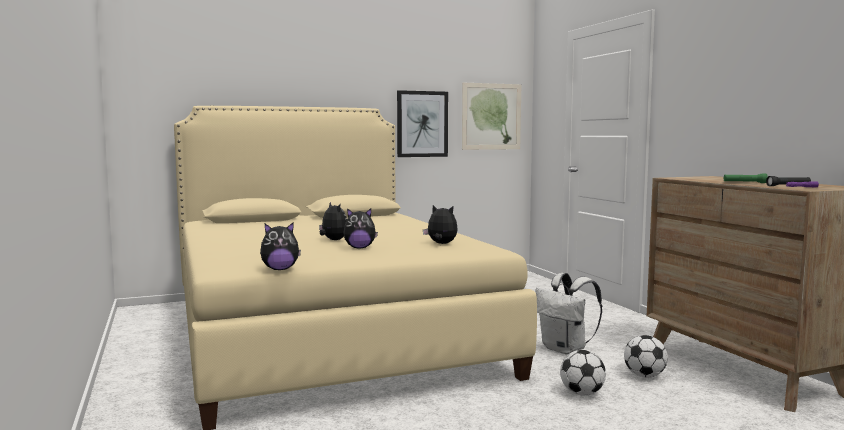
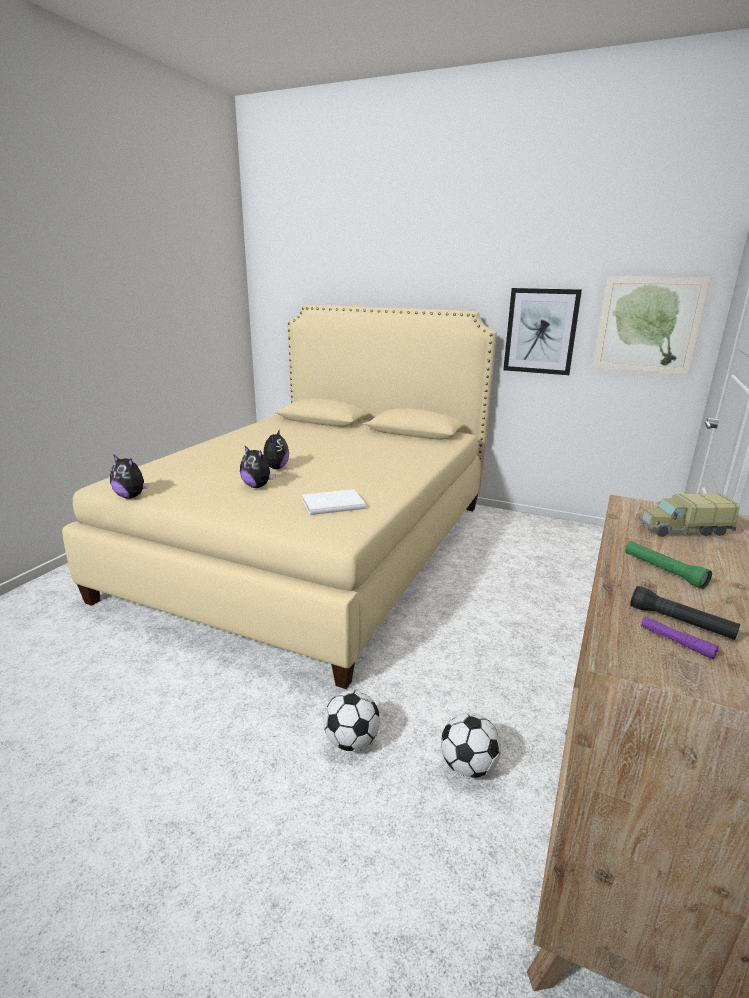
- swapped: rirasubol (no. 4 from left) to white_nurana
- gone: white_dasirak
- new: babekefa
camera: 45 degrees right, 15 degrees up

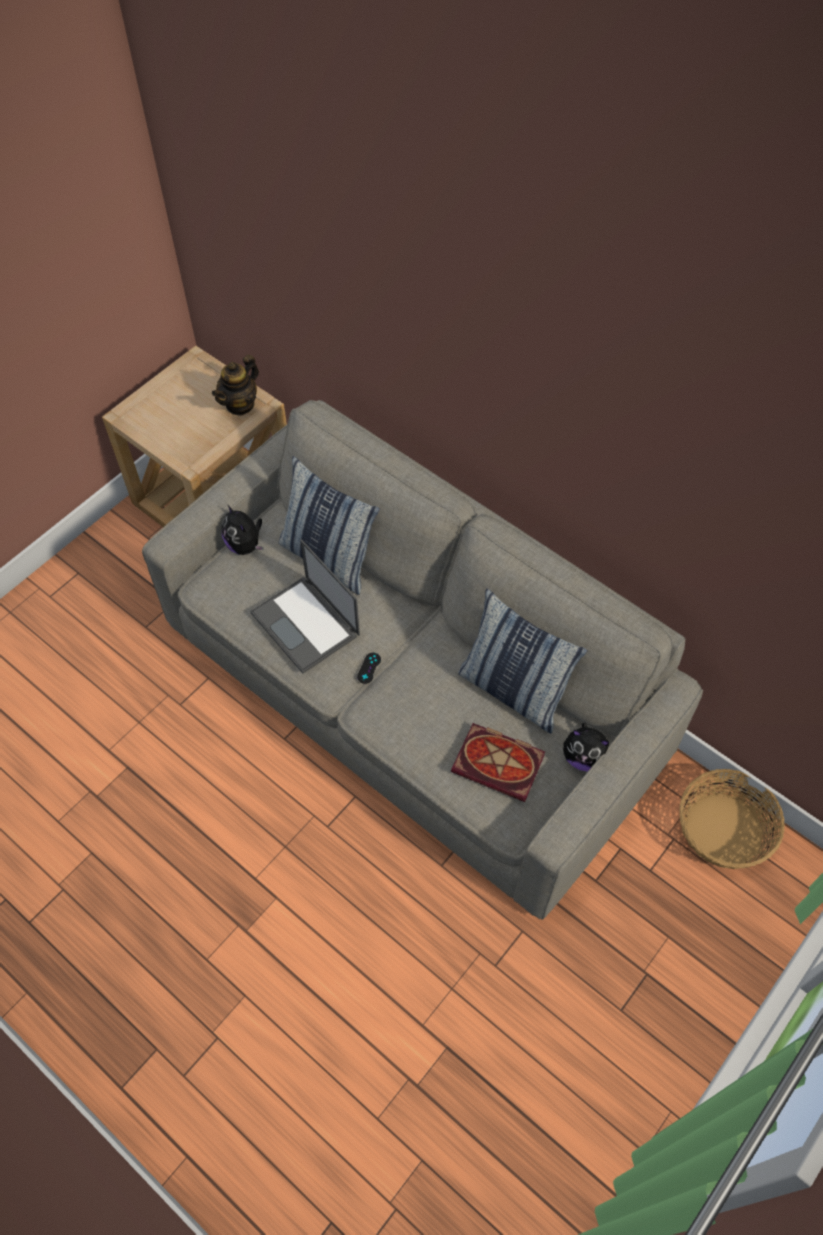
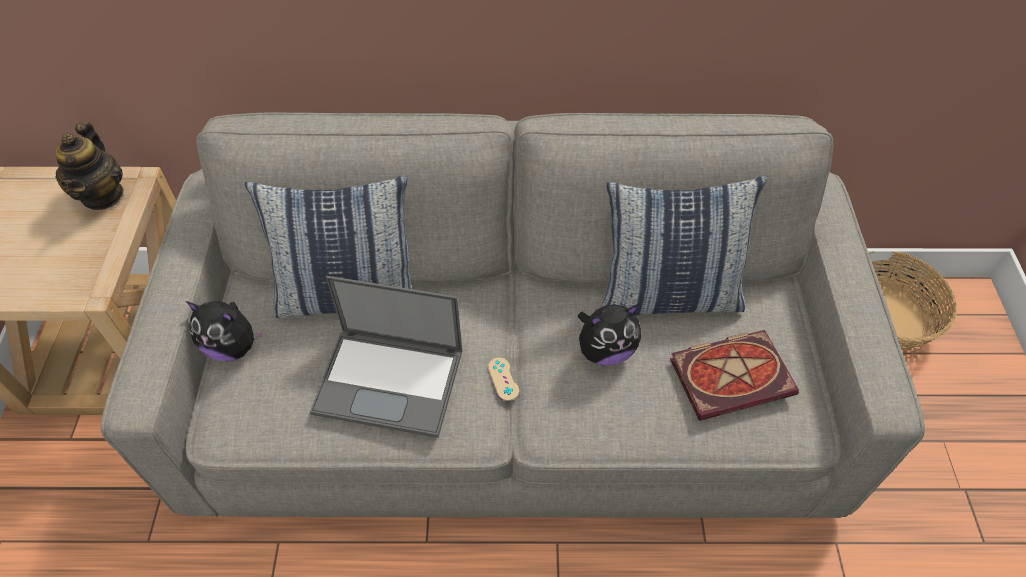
- repainted: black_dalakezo to beige_dalakezo
- shifted: rirasubol (no. 2 from left)
camera: 40 degrees left, 5 degrees down

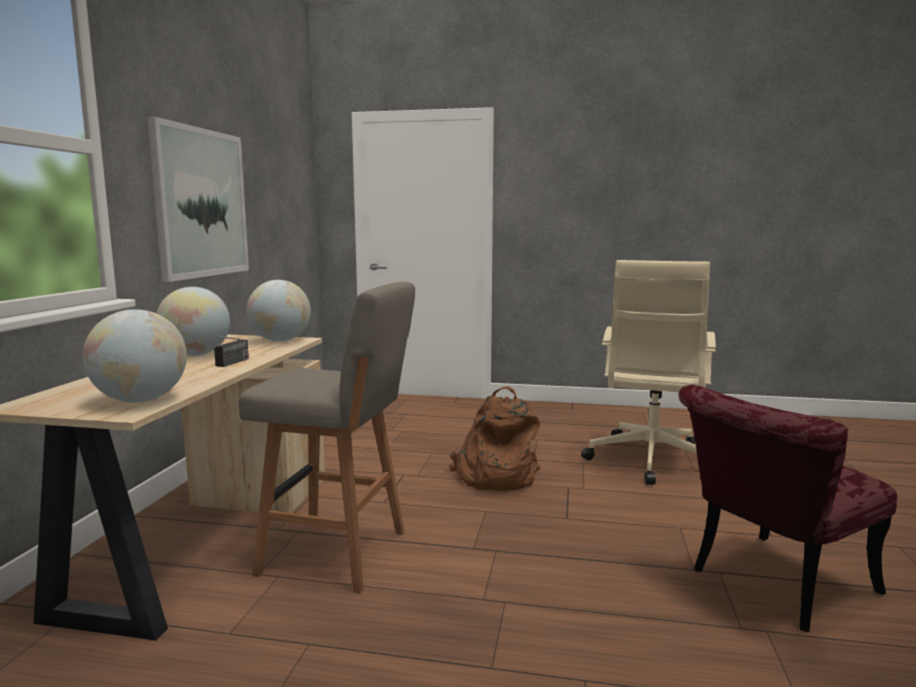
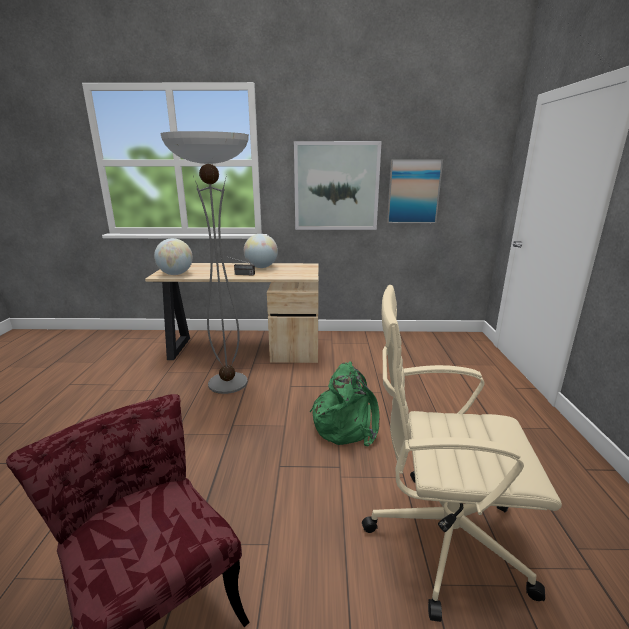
- gone: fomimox (no. 3 from left)
- swapped: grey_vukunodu to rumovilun
- repainted: brown_dasirak to green_dasirak
- new: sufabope (no. 2 from left)
camera: 80 degrees right, 10 degrees up

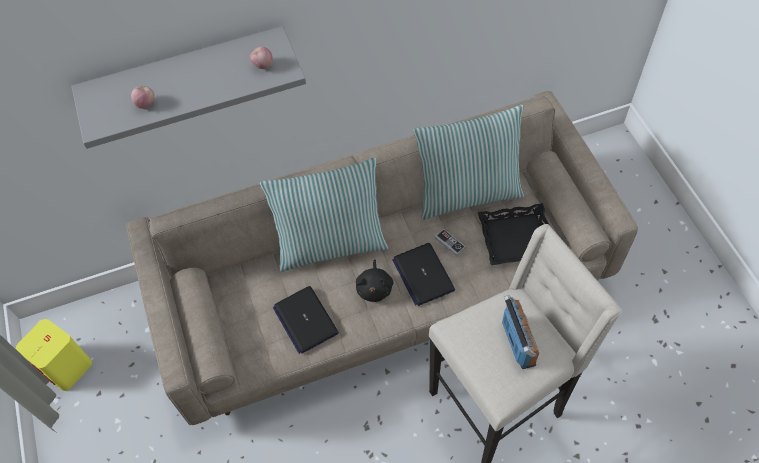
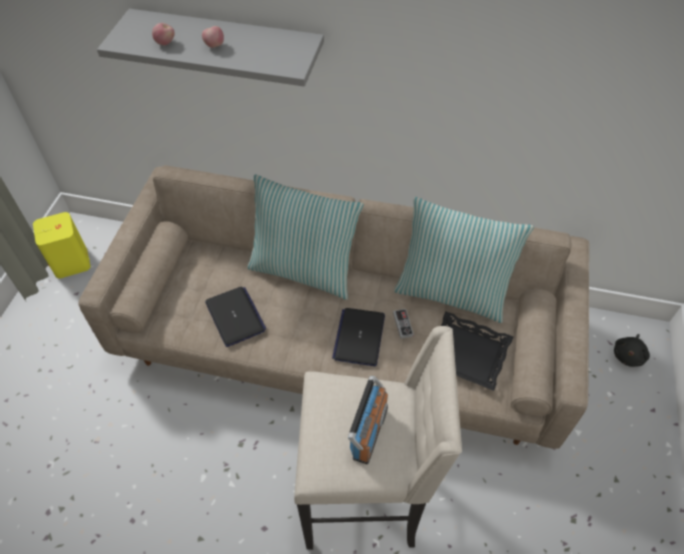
- shifted: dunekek (no. 2 from left)
- shifted: black_rirasubol
- rotated: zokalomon (no. 1 from left) 150 degrees clockwise
camera: 30 degrees right, 5 degrees down

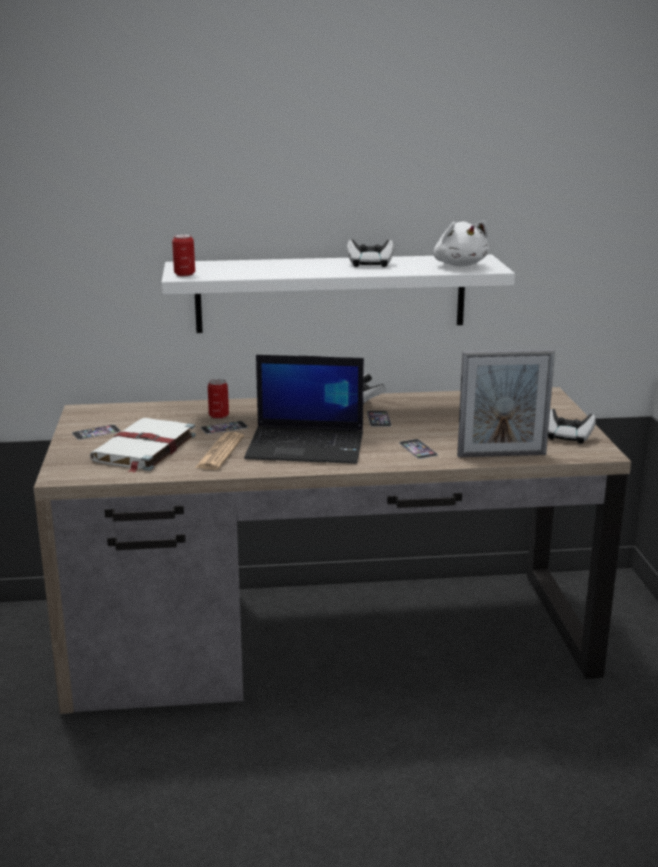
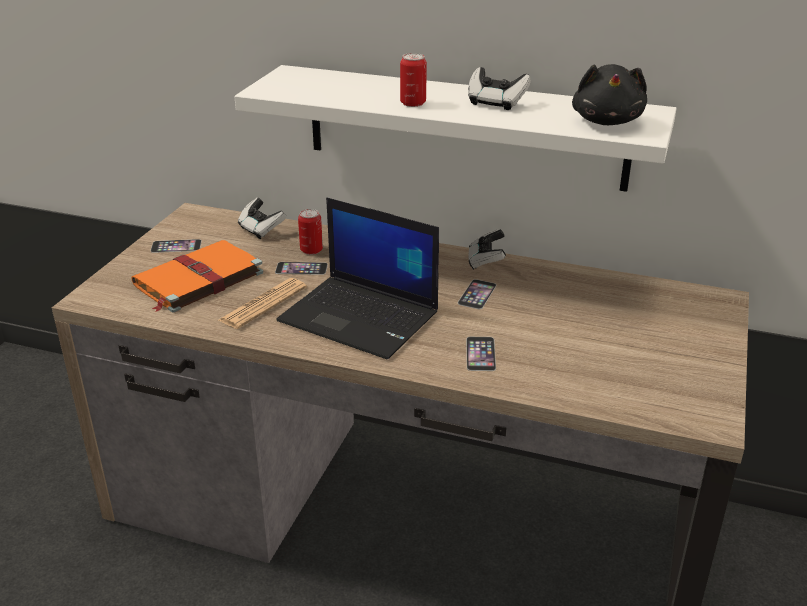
- repainted: white_rirasubol to black_rirasubol
- shifted: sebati (no. 1 from left in the first image) to sebati (no. 2 from left)
- gone: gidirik
- shifted: dalakezo (no. 3 from left in the first image) to dalakezo (no. 1 from left)
- repainted: white_nurana to orange_nurana
camera: 25 degrees right, 10 degrees up

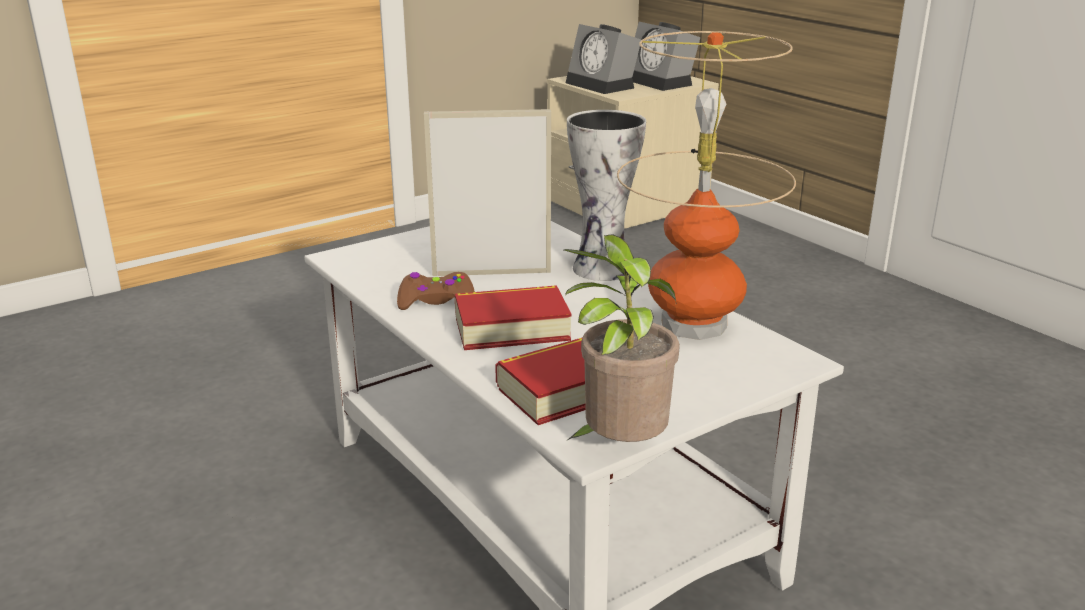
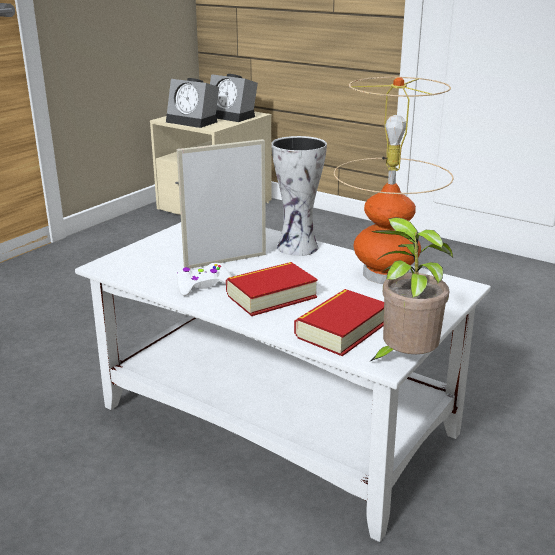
- repainted: brown_dalakezo to white_dalakezo
camera: 20 degrees left, 0 degrees up

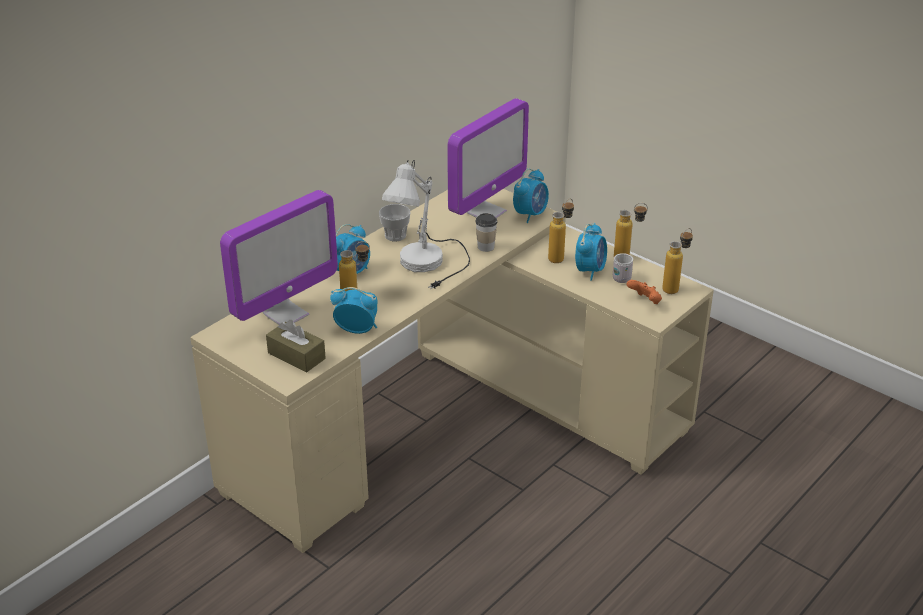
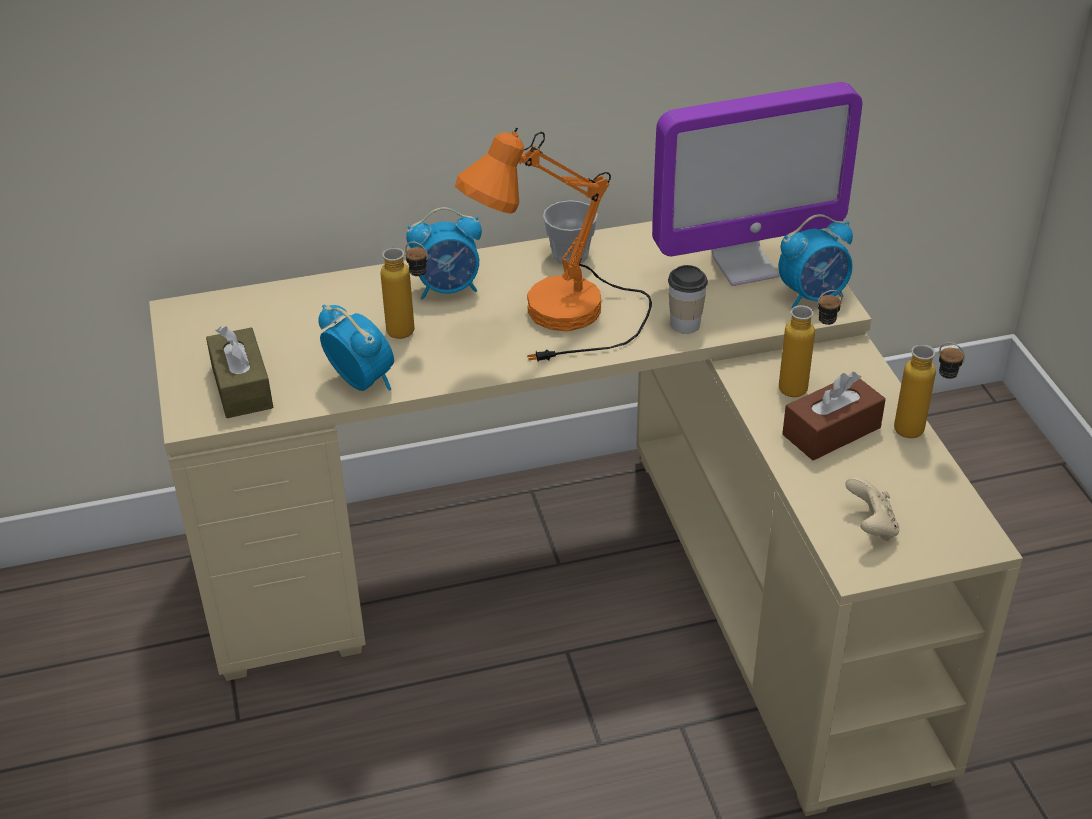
- repainted: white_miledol to orange_miledol
- gone: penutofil (no. 1 from left)
- swapped: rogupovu (no. 4 from left) to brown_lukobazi (no. 2 from left)
- gone: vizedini (no. 4 from left)
- gone: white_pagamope
- repainted: orange_dalakezo to beige_dalakezo
camera: 35 degrees right, 5 degrees up

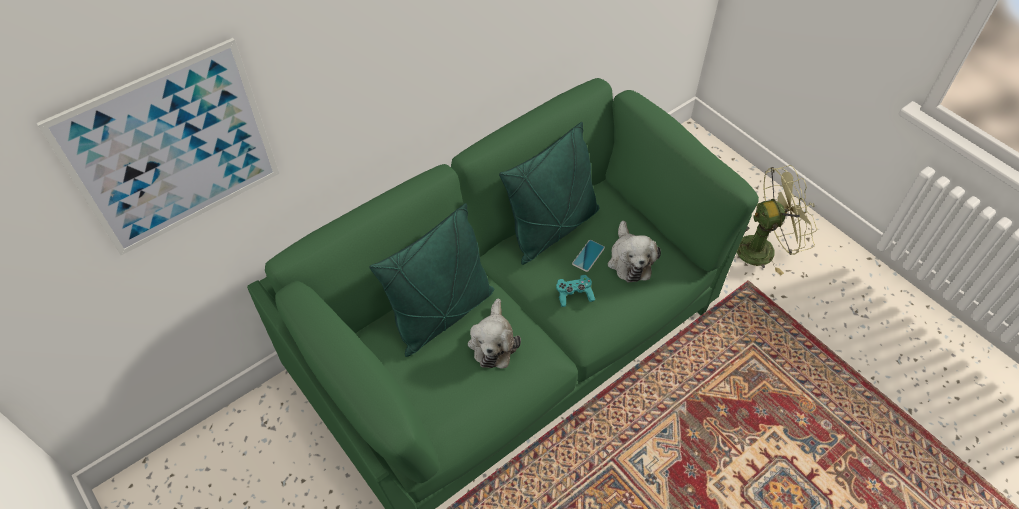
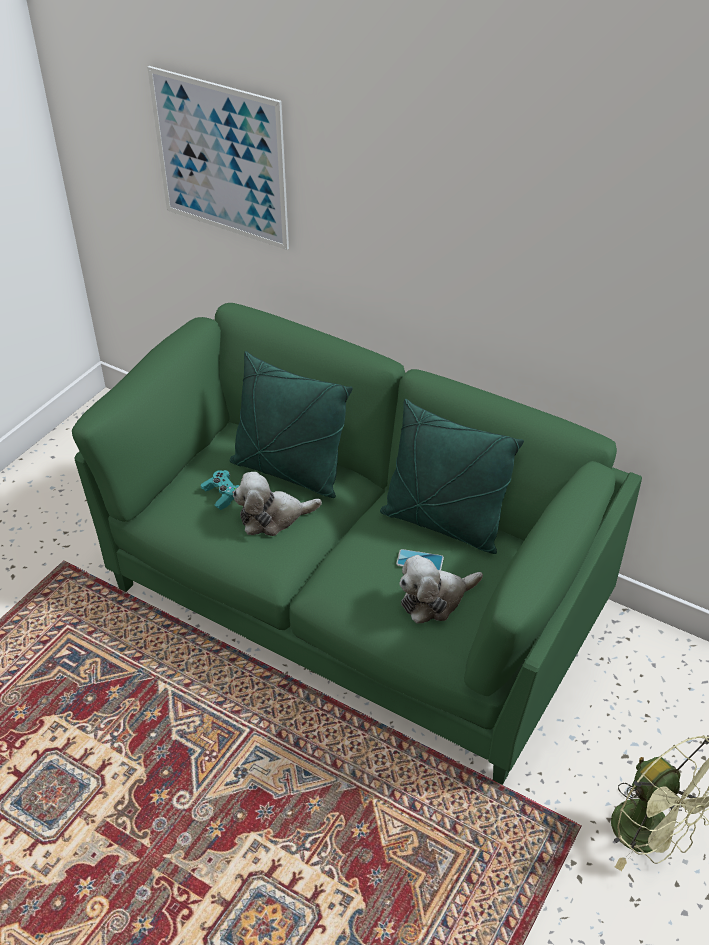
- shifted: turquoise_dalakezo
camera: 70 degrees right, 10 degrees down

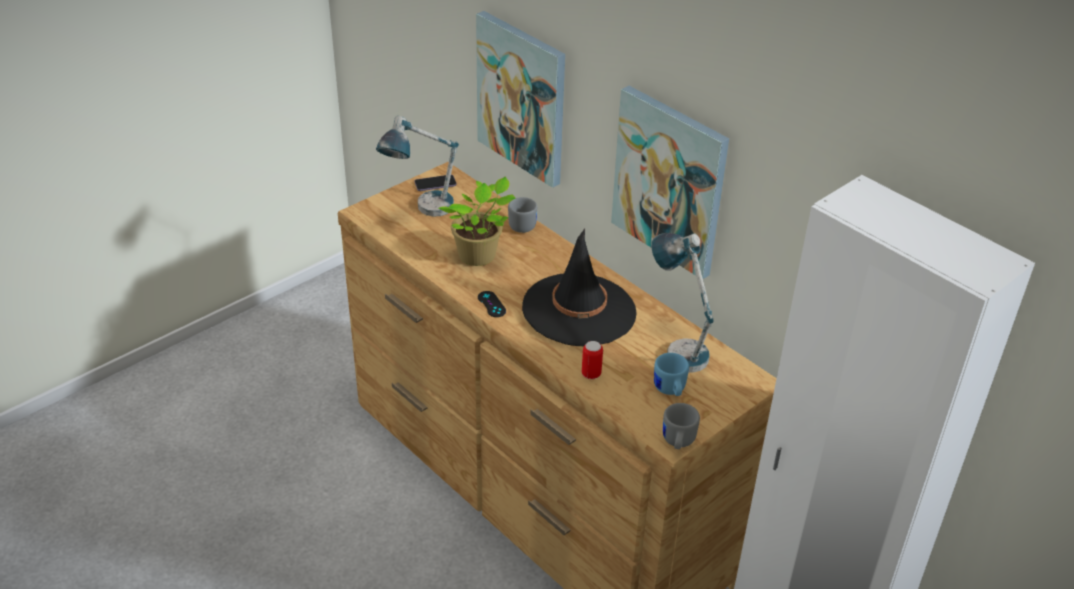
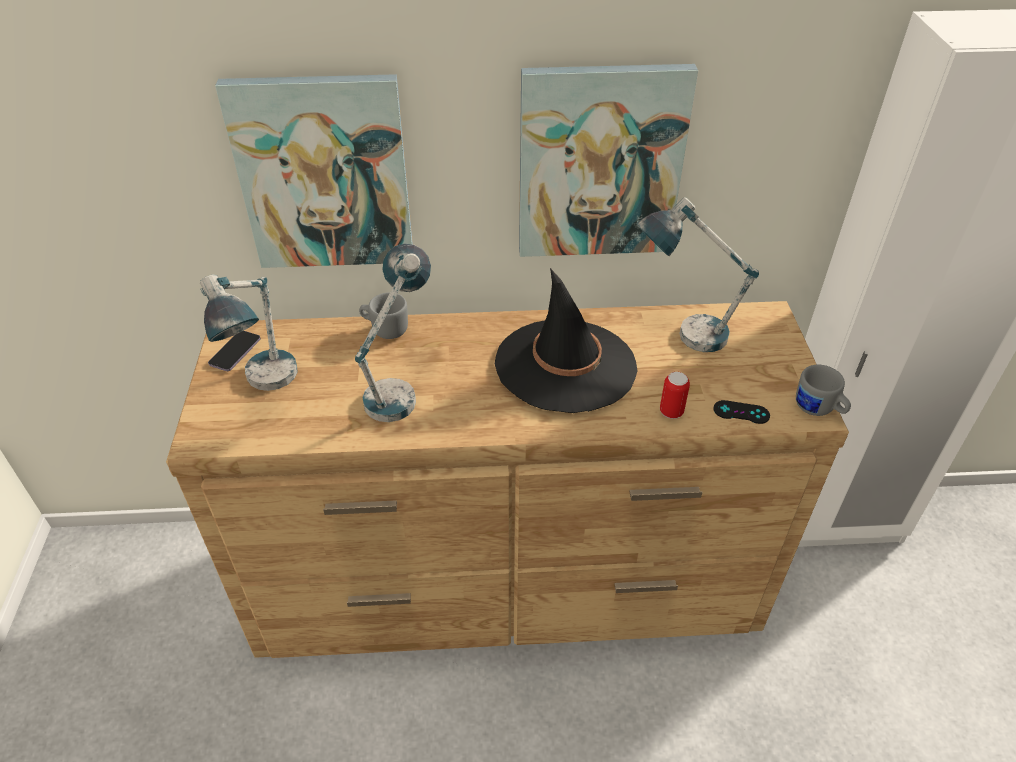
- swapped: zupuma to miledol (no. 2 from left)
- shifted: black_dalakezo
- gone: blue_pagamope
camera: 50 degrees left, 5 degrees up

